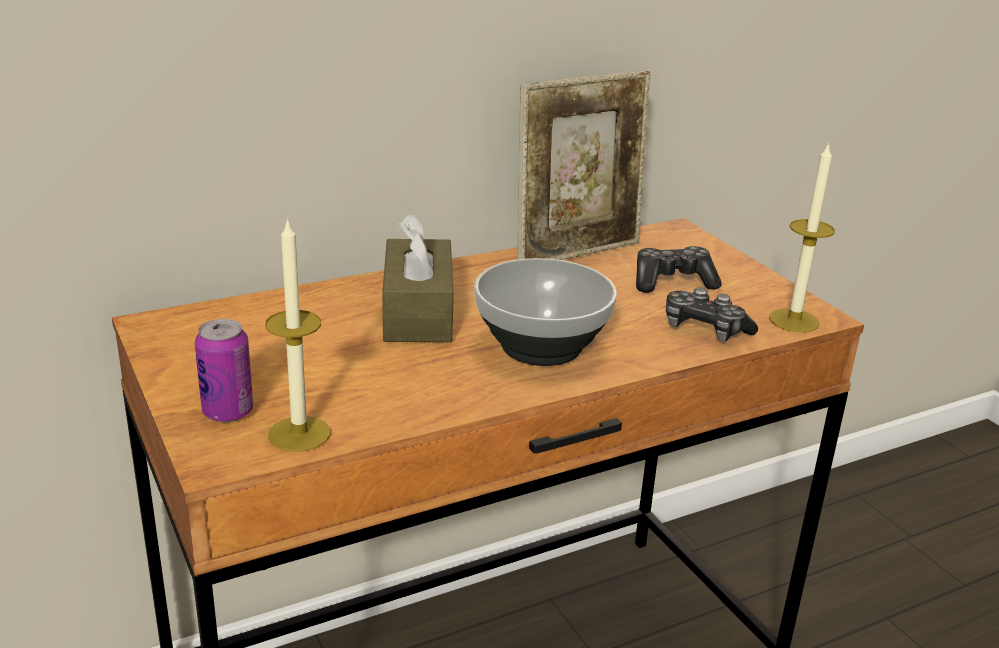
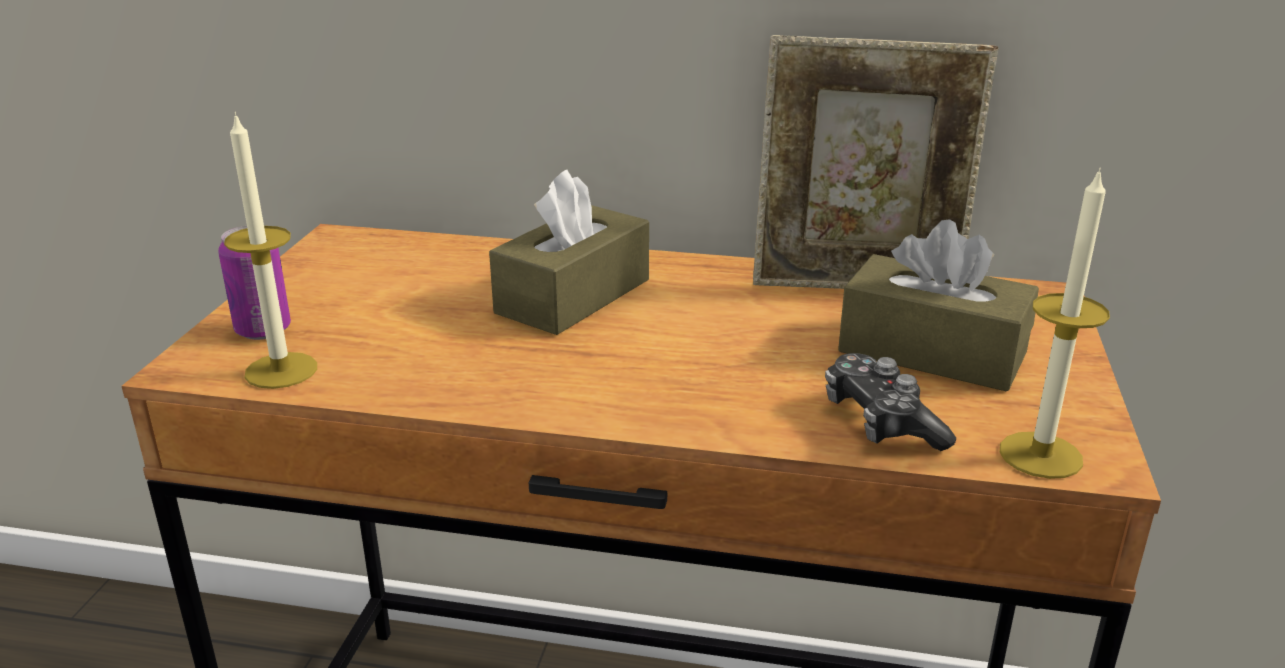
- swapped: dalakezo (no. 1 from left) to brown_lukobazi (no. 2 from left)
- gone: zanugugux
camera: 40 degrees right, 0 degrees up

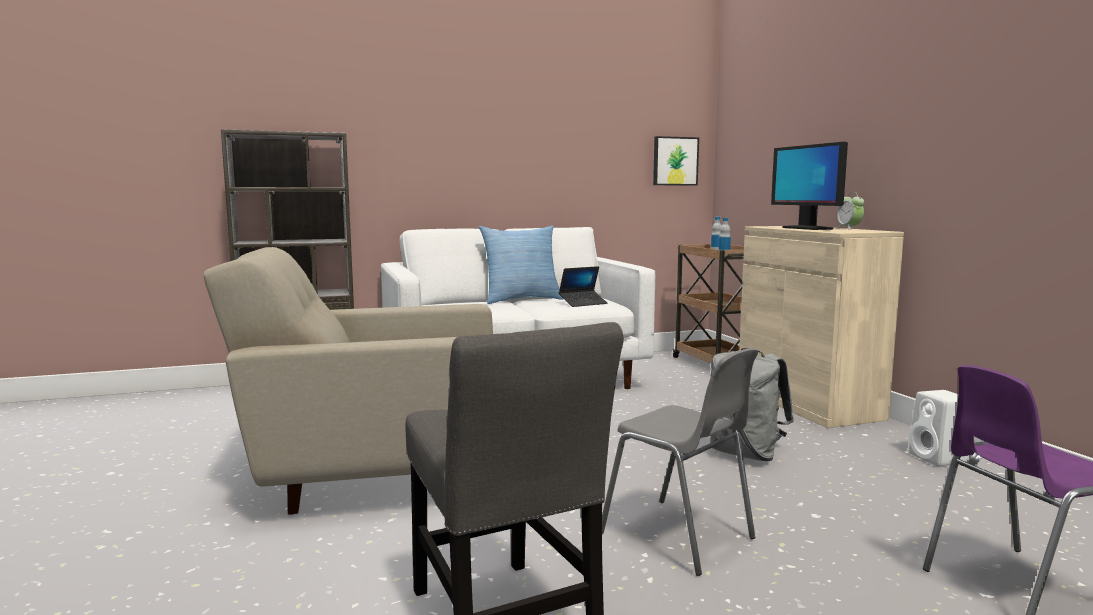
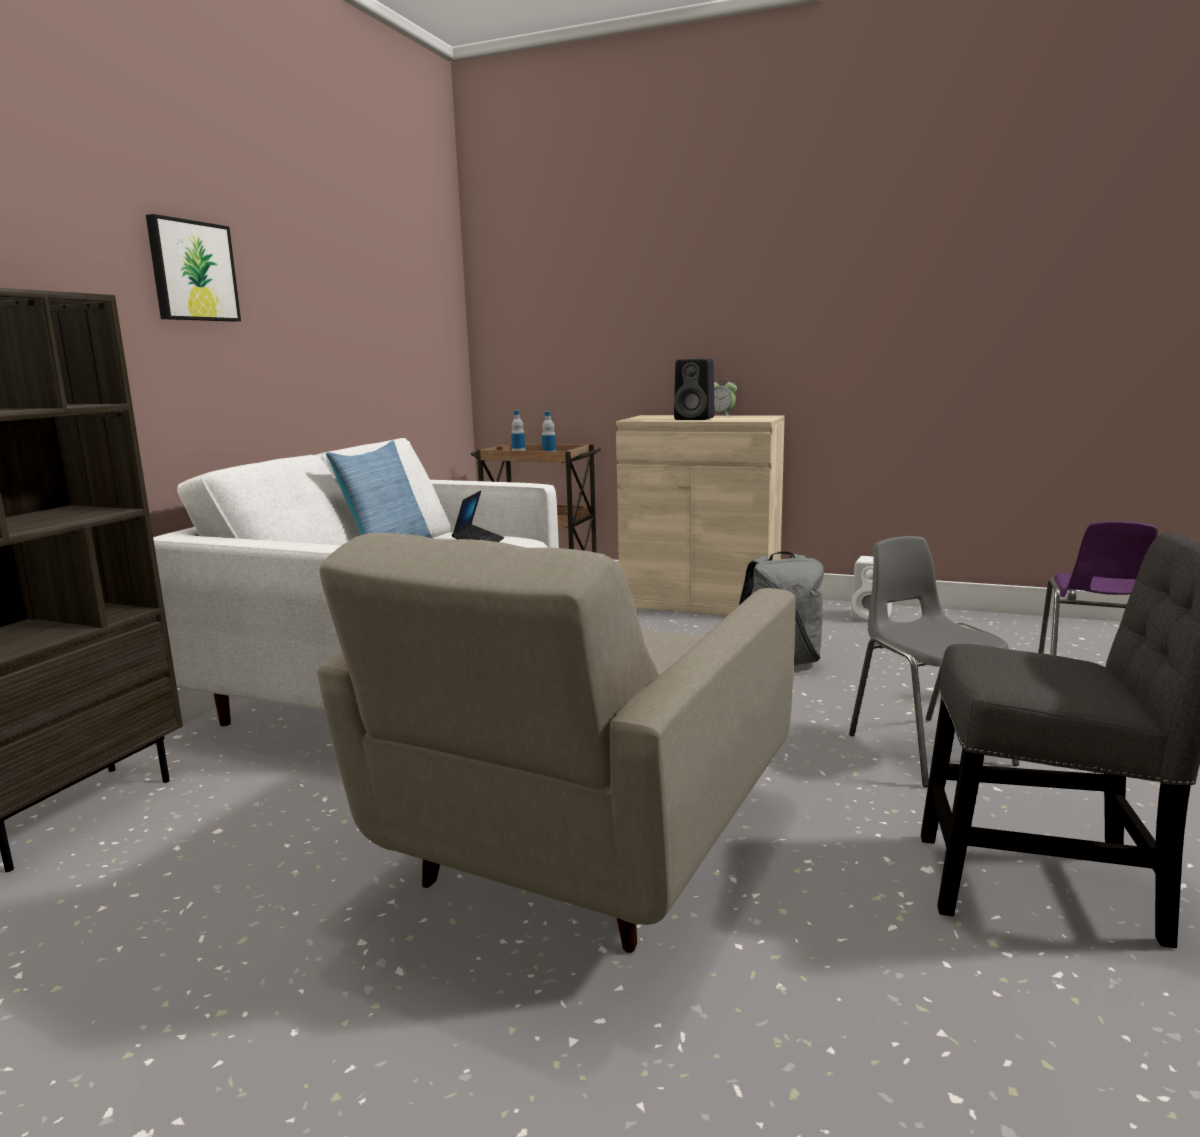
- shifted: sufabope
- swapped: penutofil to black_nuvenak
- rotated: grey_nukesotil (no. 2 from left in the first image) 105 degrees counterclockwise
camera: 50 degrees left, 5 degrees up

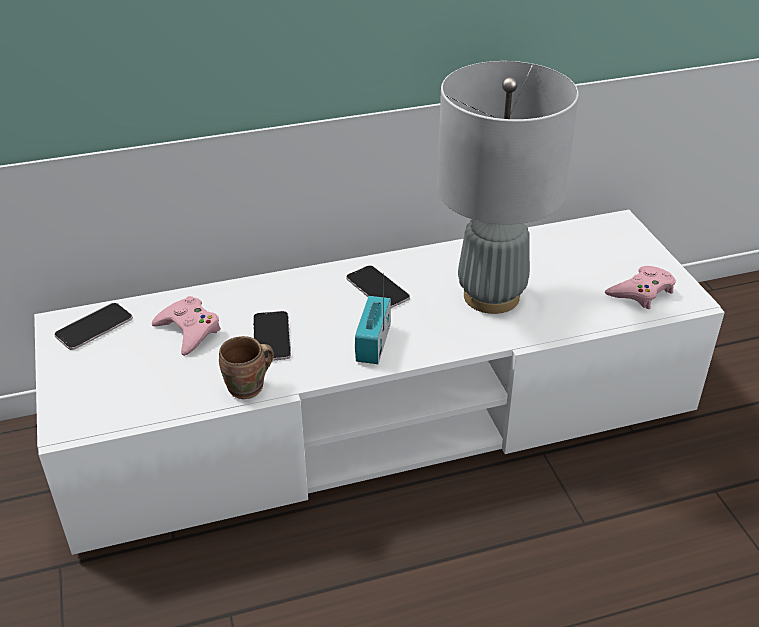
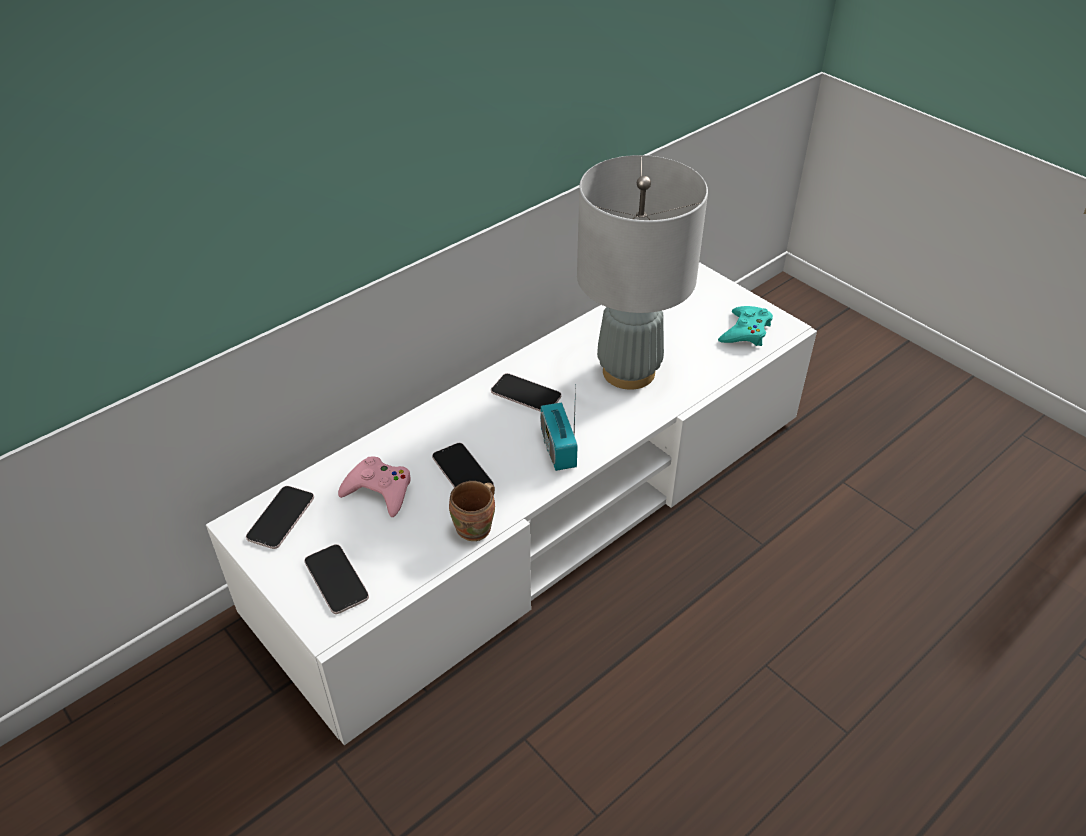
- repainted: pink_dalakezo (no. 2 from left) to turquoise_dalakezo
- new: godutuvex (no. 2 from left)
camera: 25 degrees left, 5 degrees up

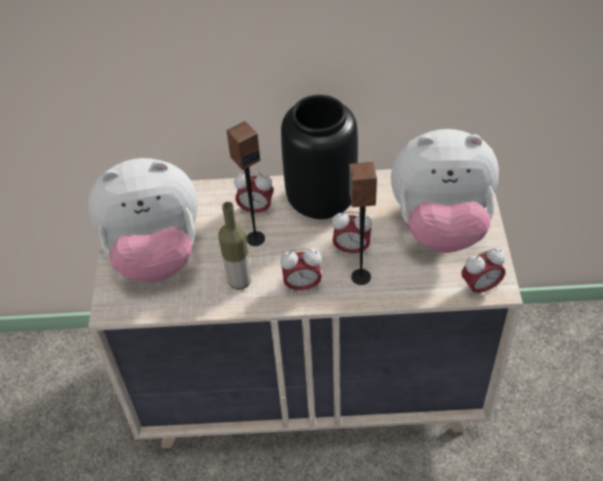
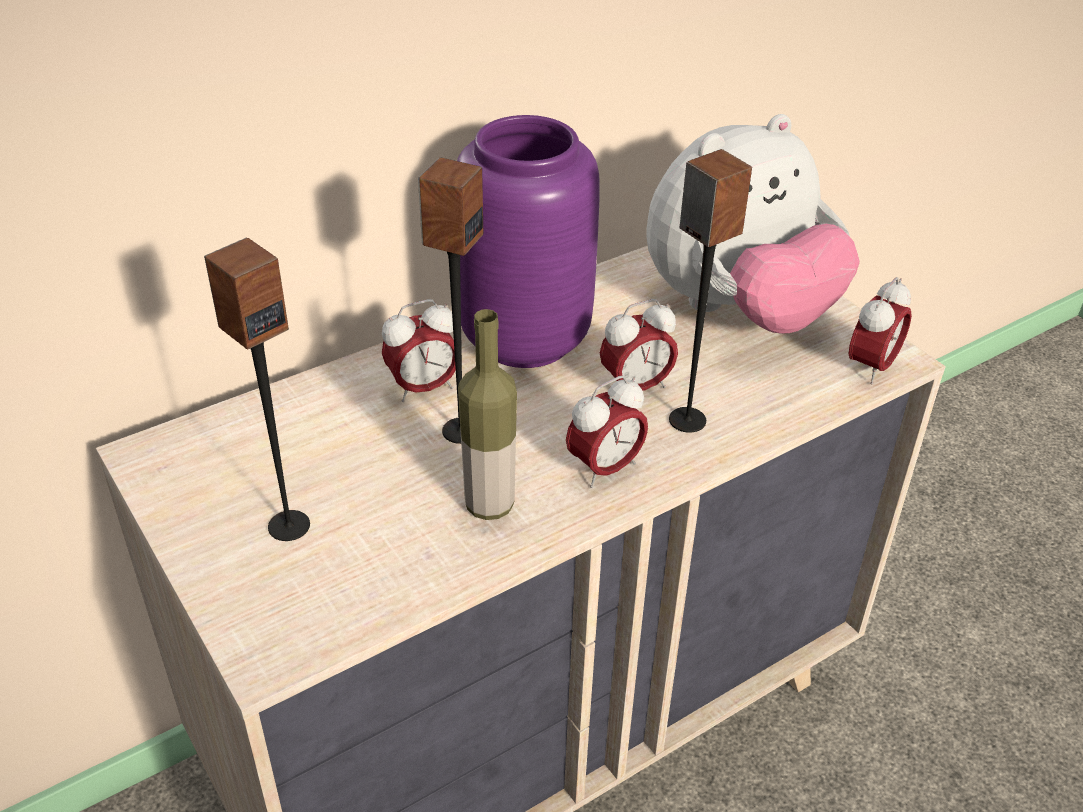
- repainted: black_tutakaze to purple_tutakaze
- swapped: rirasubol (no. 1 from left) to nuvenak (no. 1 from left)
camera: 35 degrees left, 10 degrees down

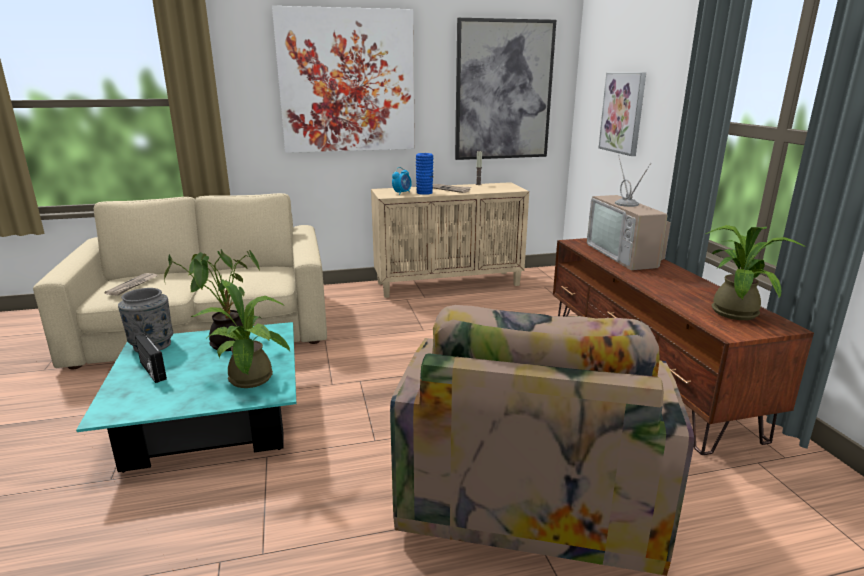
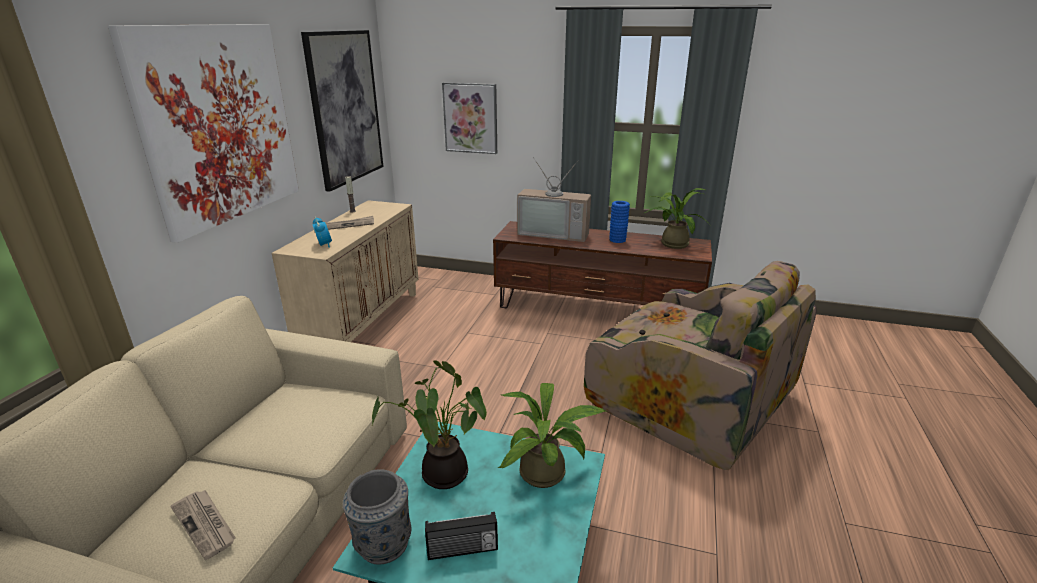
- shifted: blue_tutakaze
camera: 60 degrees left, 5 degrees up

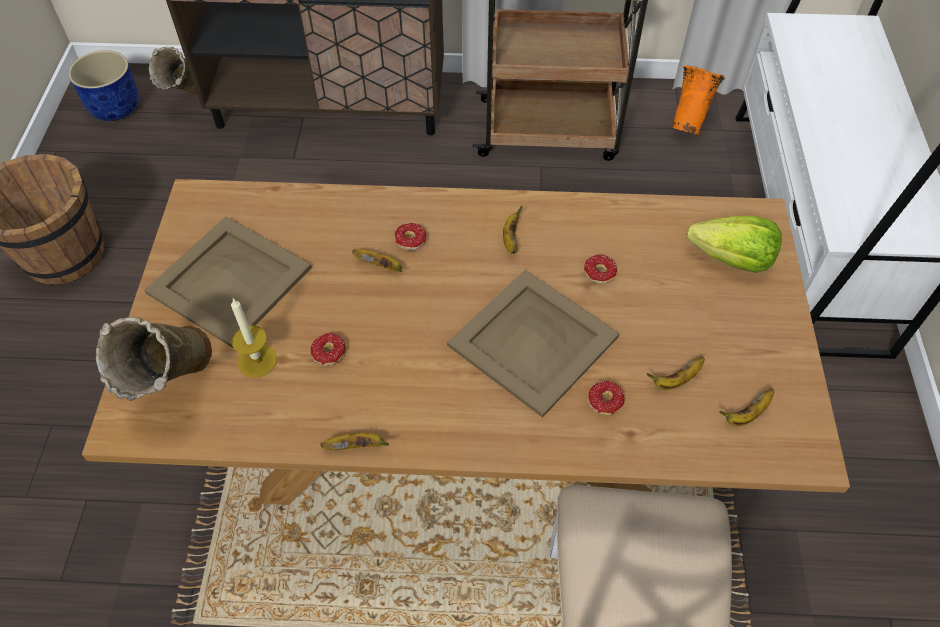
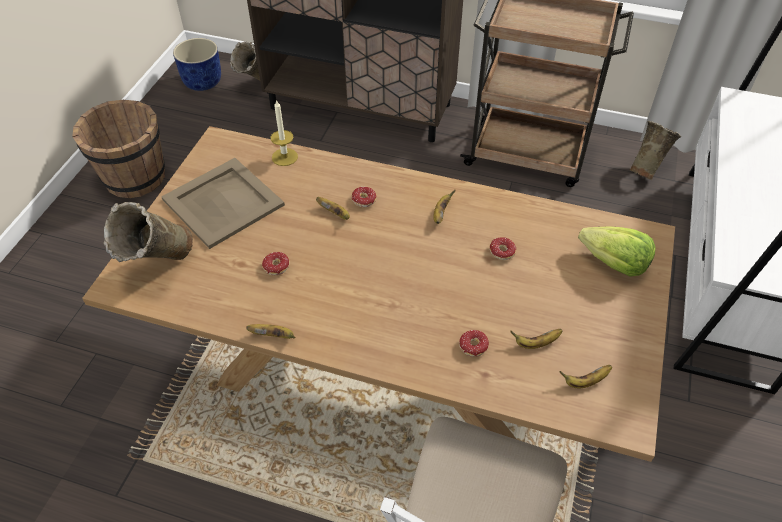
- repainted: orange_tutakaze to beige_tutakaze (no. 3 from left)
- gone: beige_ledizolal (no. 2 from left)
- shifted: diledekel
camera: 15 degrees right, 5 degrees down

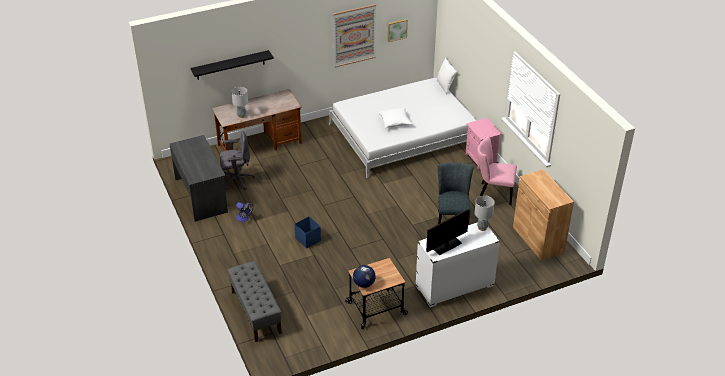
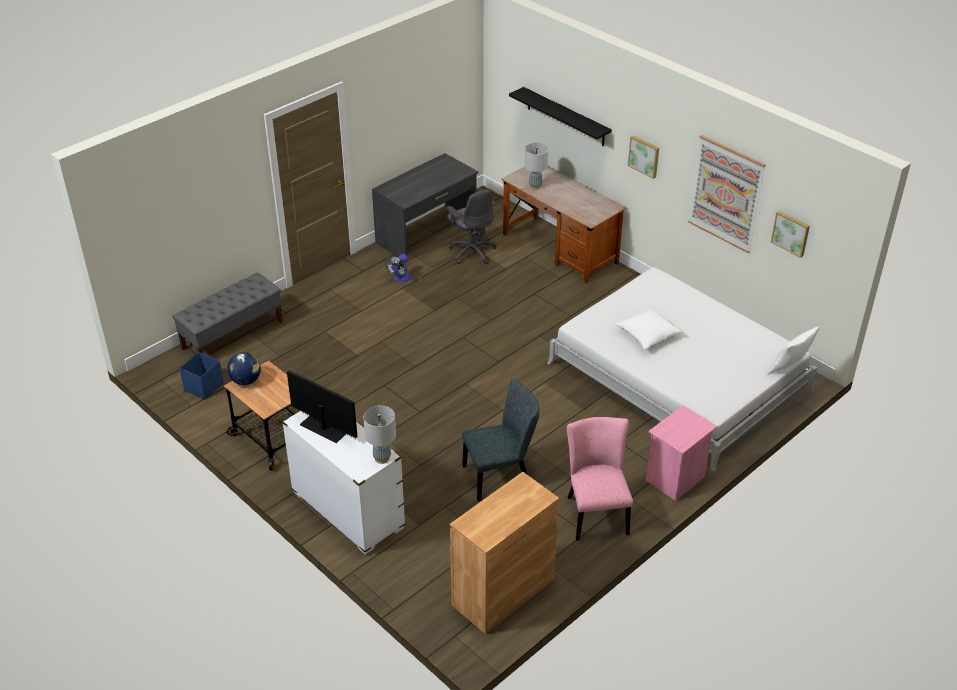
- shifted: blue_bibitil
- new: sufabope (no. 1 from left)
camera: 70 degrees right, 0 degrees up

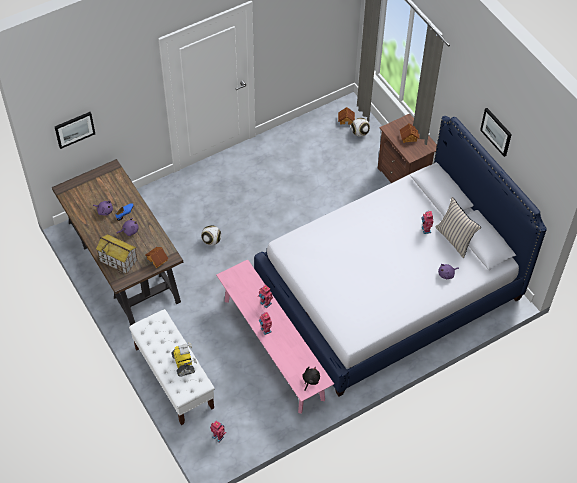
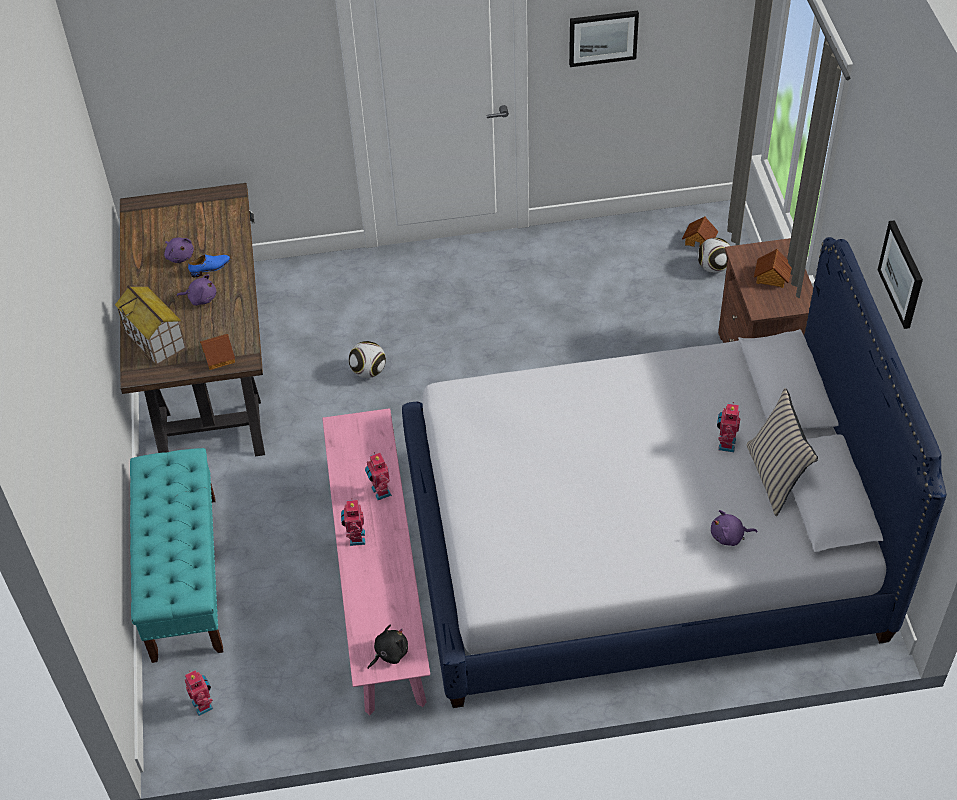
- shifted: sufabope (no. 1 from left)
- repainted: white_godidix to turquoise_godidix
- gone: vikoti (no. 1 from left)
camera: 25 degrees right, 5 degrees down

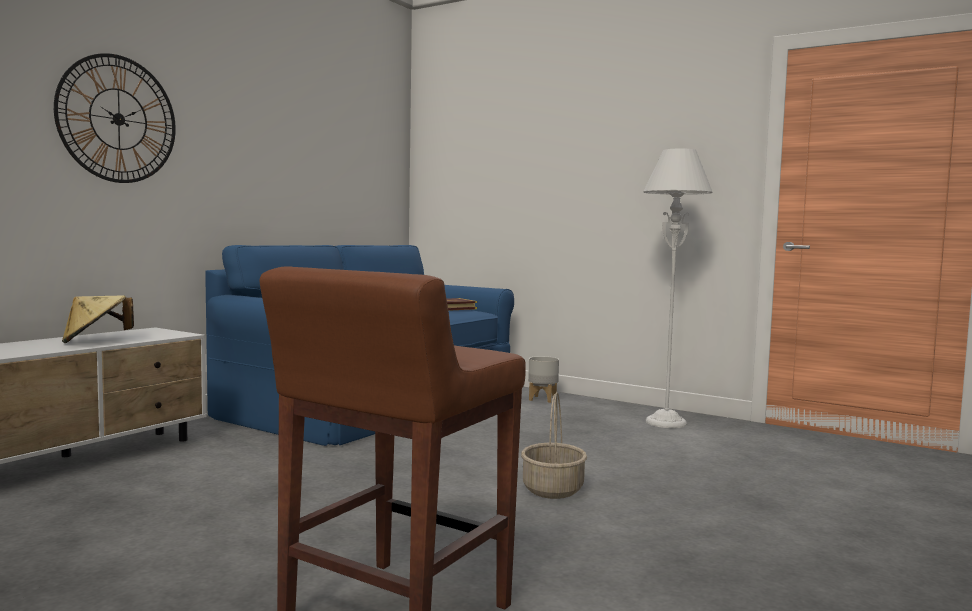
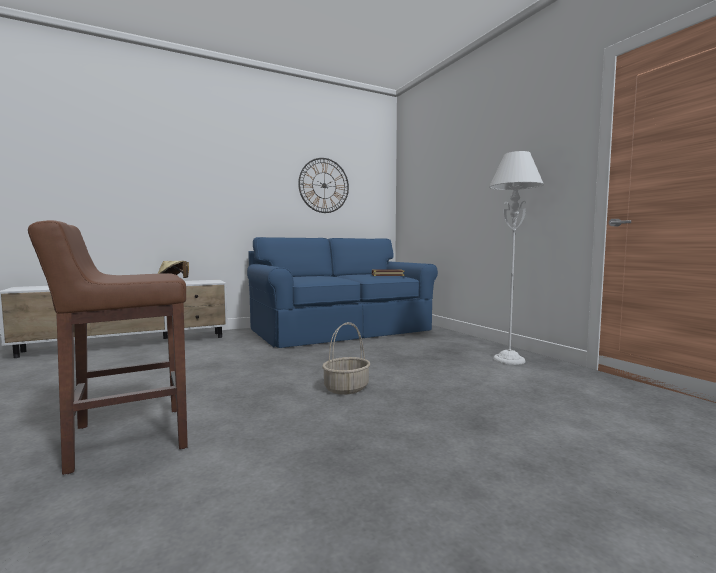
- shifted: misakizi
- gone: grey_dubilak
camera: 30 degrees right, 0 degrees up

